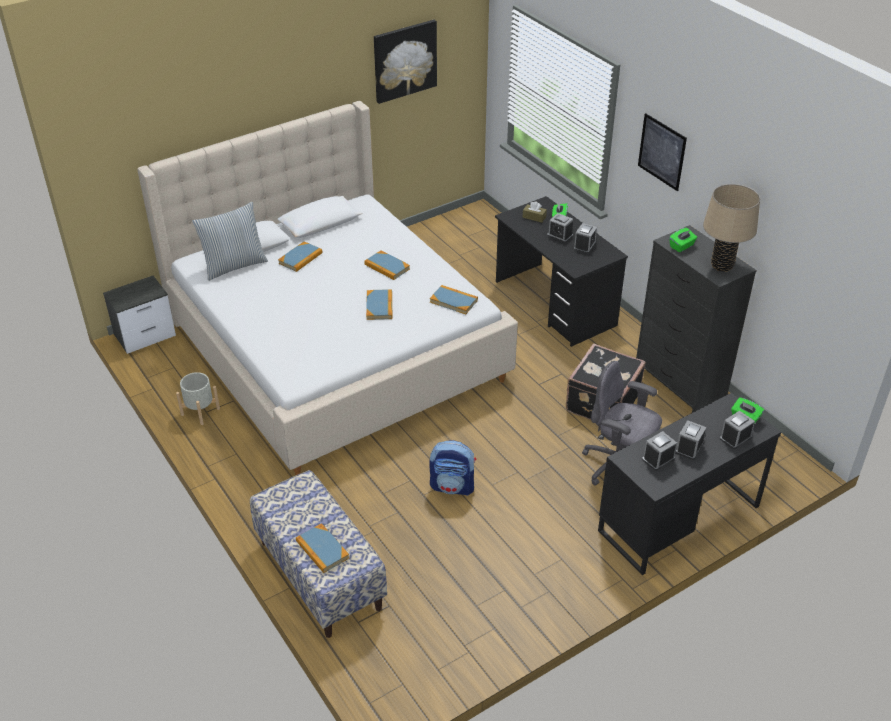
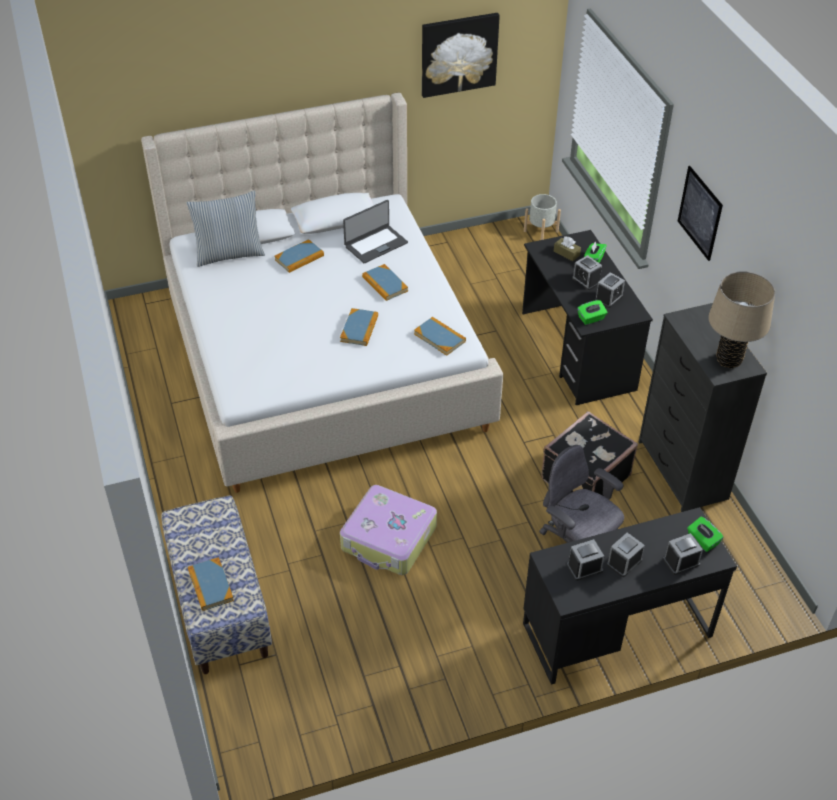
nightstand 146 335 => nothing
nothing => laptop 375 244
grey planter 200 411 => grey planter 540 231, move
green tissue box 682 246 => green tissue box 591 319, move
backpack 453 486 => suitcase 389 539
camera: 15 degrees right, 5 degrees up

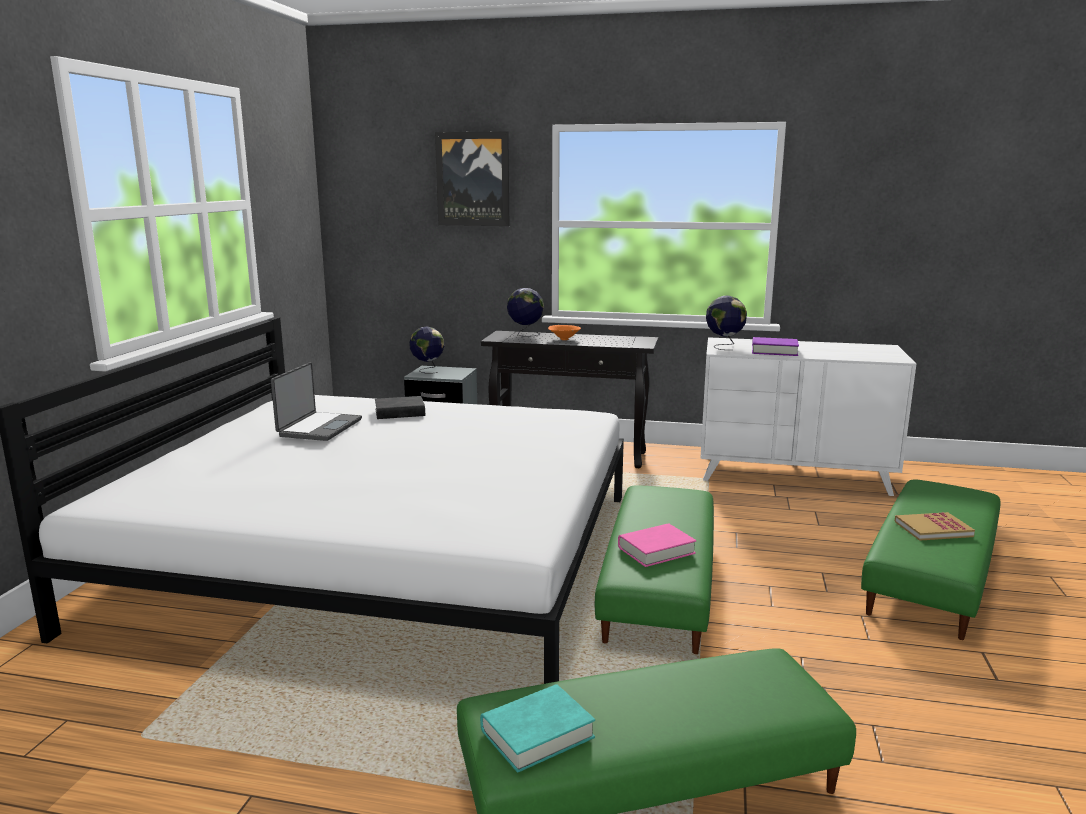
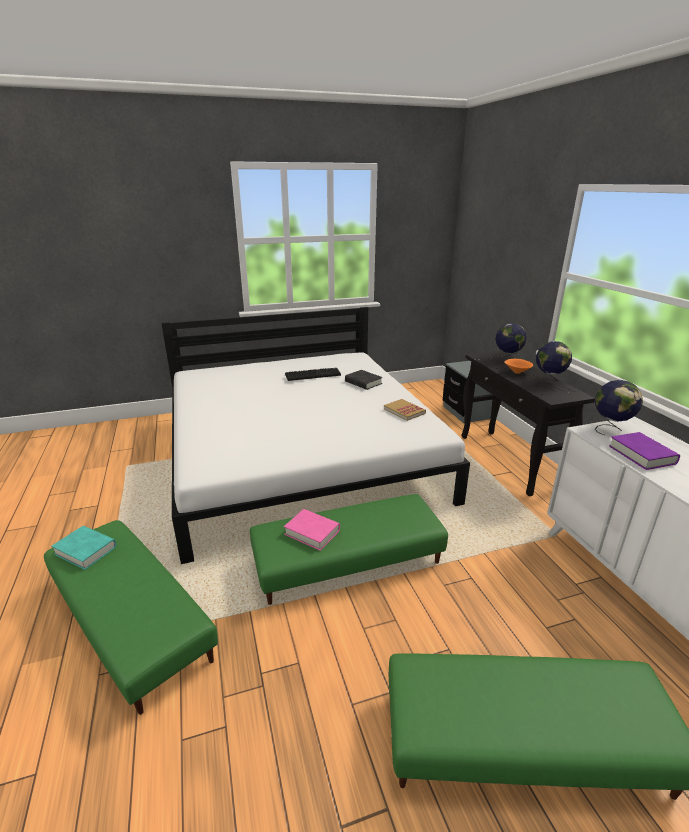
picture 473 179 => nothing
globe 427 370 => globe 548 381, move
book 933 529 => book 404 411, move
laptop 319 428 => keyboard 313 375
camera: 60 degrees right, 10 degrees up

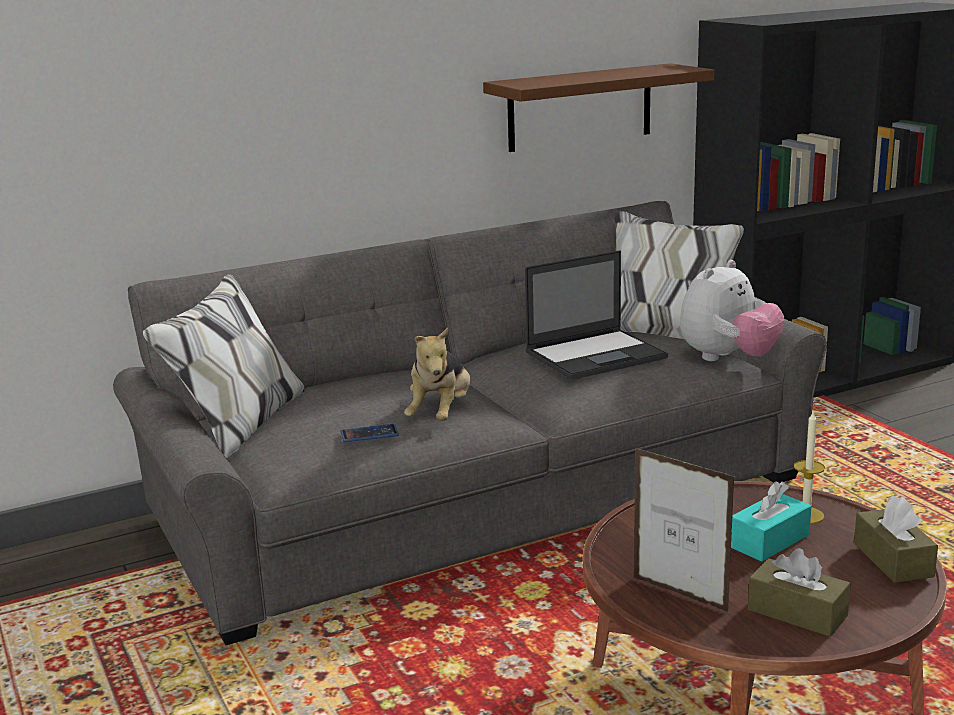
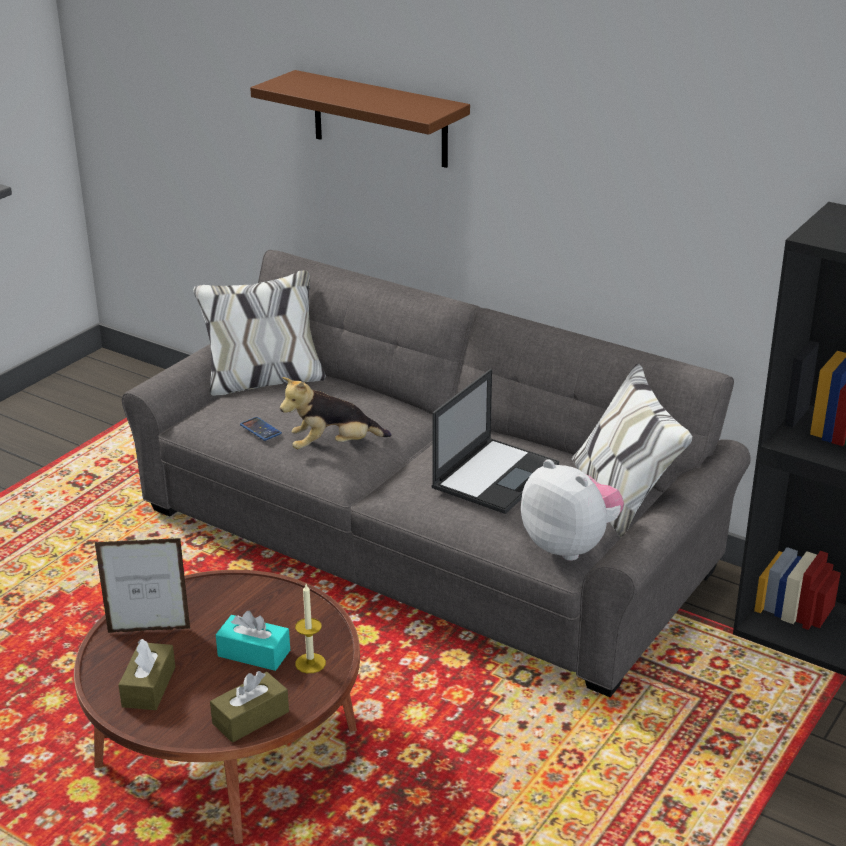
brown shelf 580 107 => brown shelf 380 119, move
laptop 597 355 => laptop 496 475, 90 degrees counterclockwise
picture frame 679 594 => picture frame 149 630, 105 degrees counterclockwise
plush toy 728 359 => plush toy 570 545, 150 degrees counterclockwise
camera: 60 degrees right, 10 degrees up

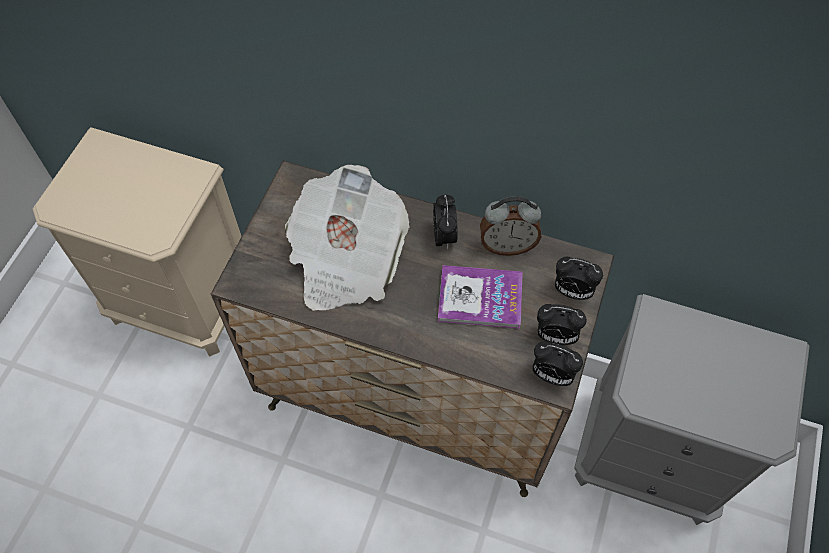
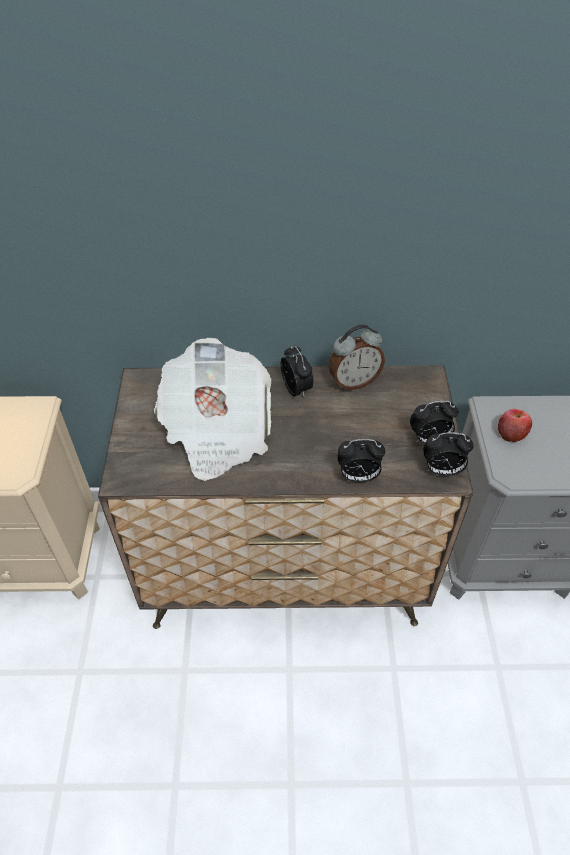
book 480 298 => nothing
nothing => apple 511 433
alarm clock 572 291 => alarm clock 358 476, move
camera: 20 degrees left, 10 degrees down

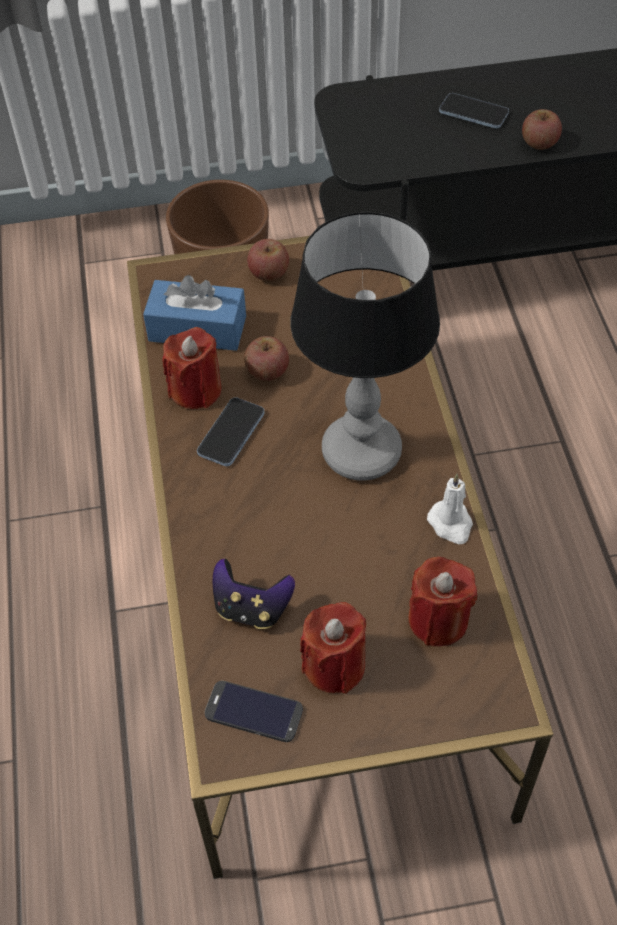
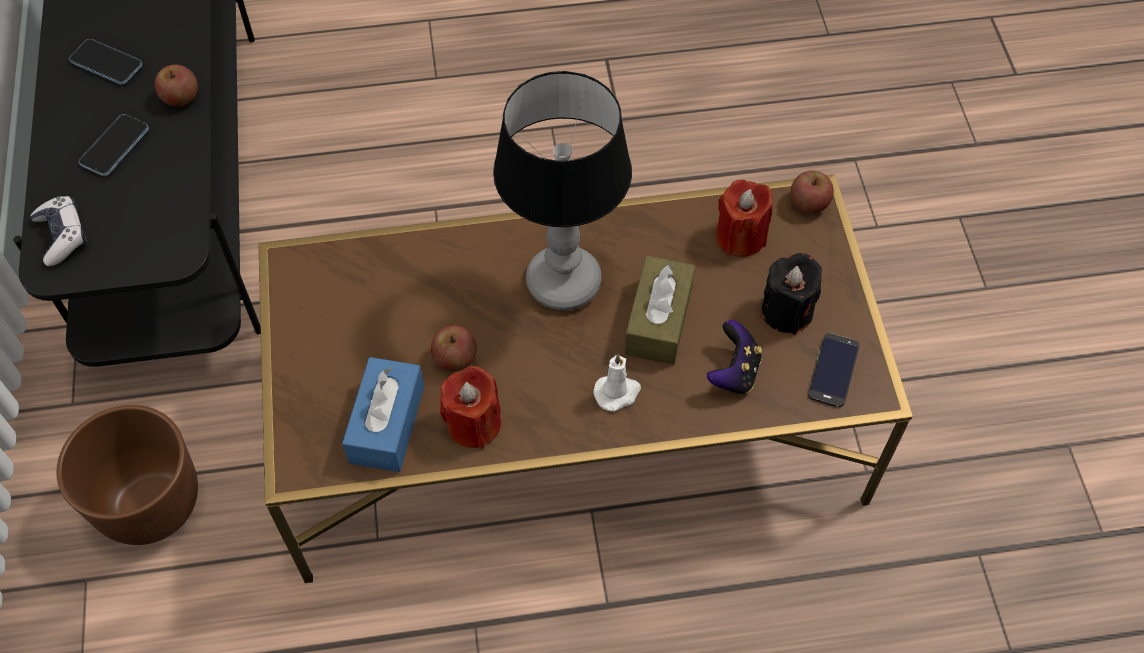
nothing => game controller 62 236
nothing => brown tissue box 658 320
phone 231 433 => phone 106 63, move
apple 269 273 => apple 809 203, move
white candle 451 524 => white candle 617 392, move
red candle 334 665 => black candle 787 311
camera: 90 degrees left, 5 degrees up

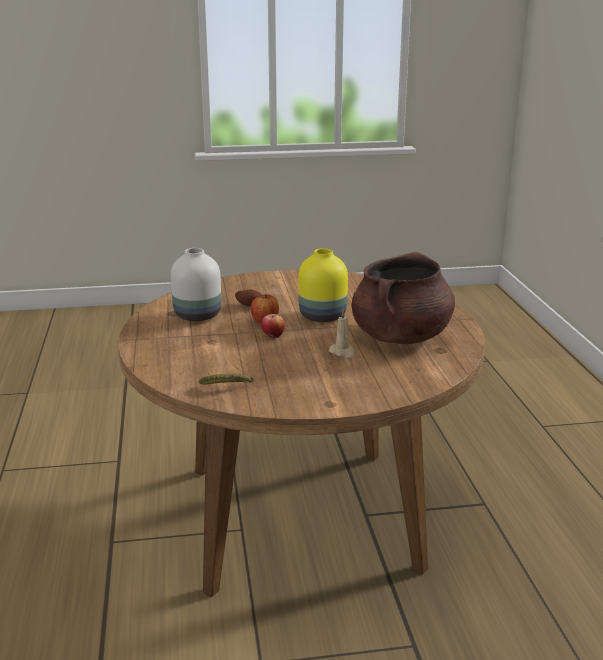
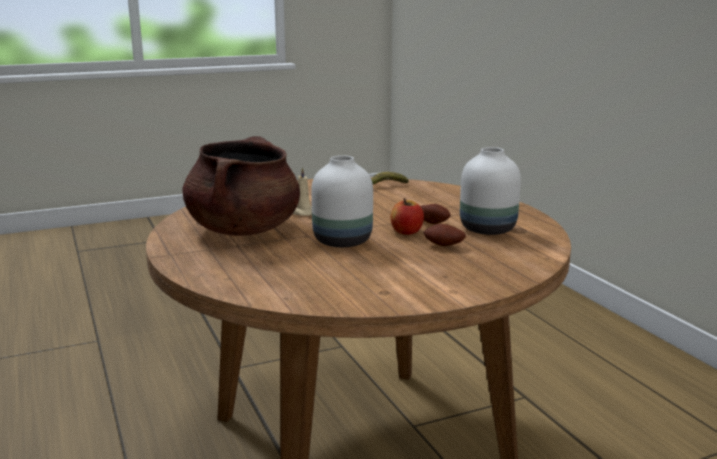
apple 273 337 => nothing
nothing => potato 433 223
yellow vase 323 317 => white vase 341 241
camera: 165 degrees right, 5 degrees down

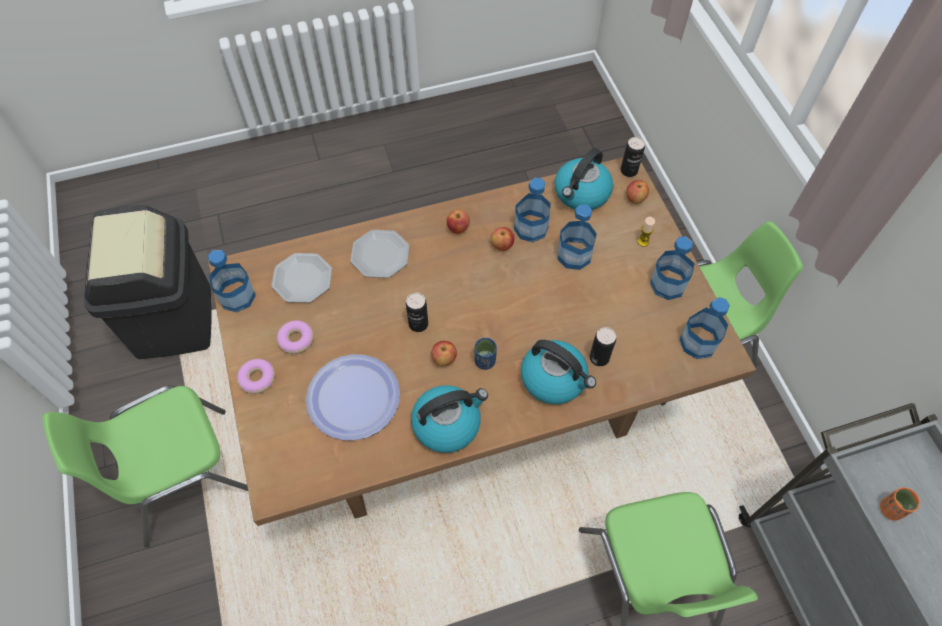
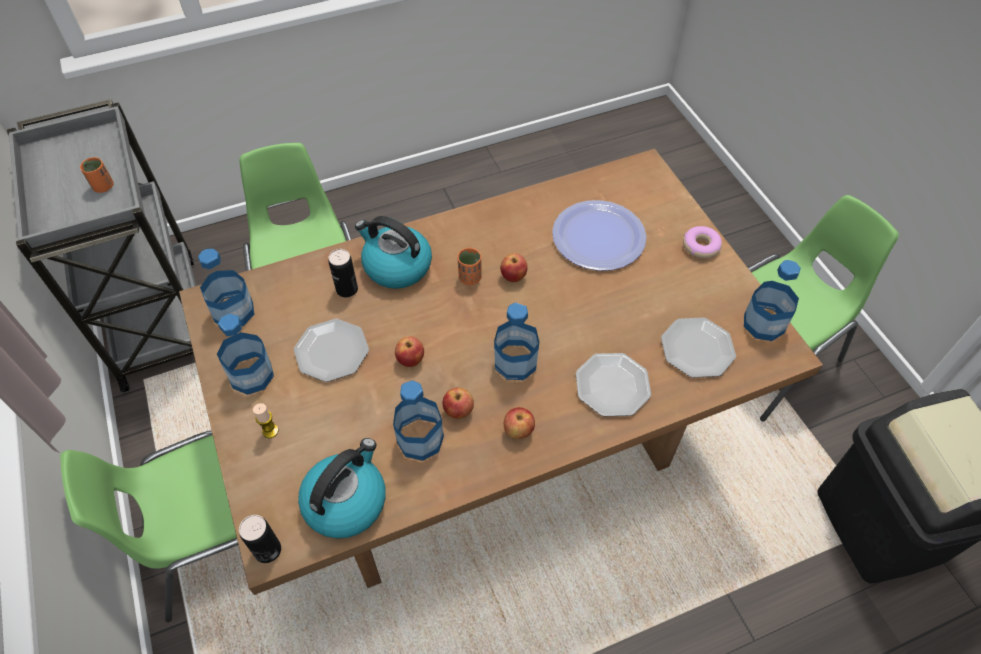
donut 296 340 => nothing
can 418 324 => nothing
kettle 447 423 => nothing
nothing => plate 332 352
bottle 574 255 => bottle 515 362, move
apple 635 199 => apple 411 360, move
blue cup 485 361 => orange cup 470 277
camera: 175 degrees right, 5 degrees down

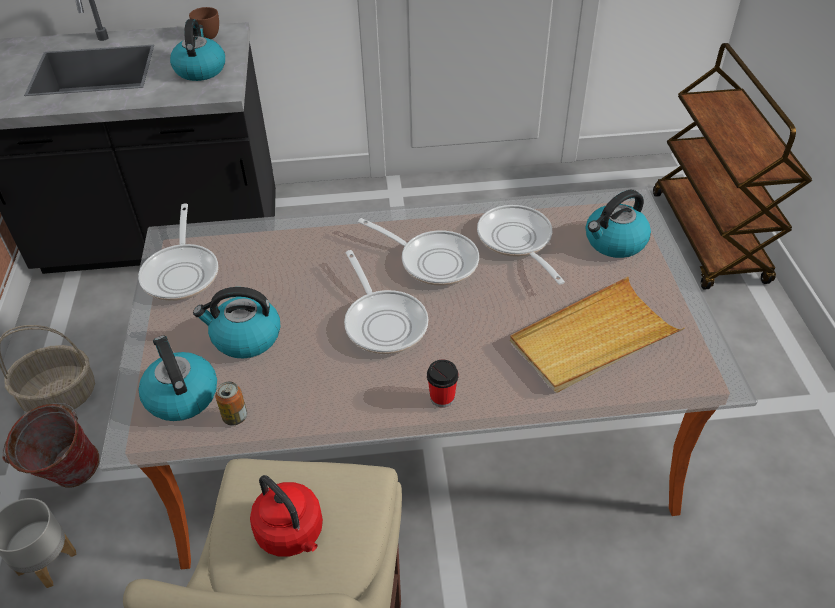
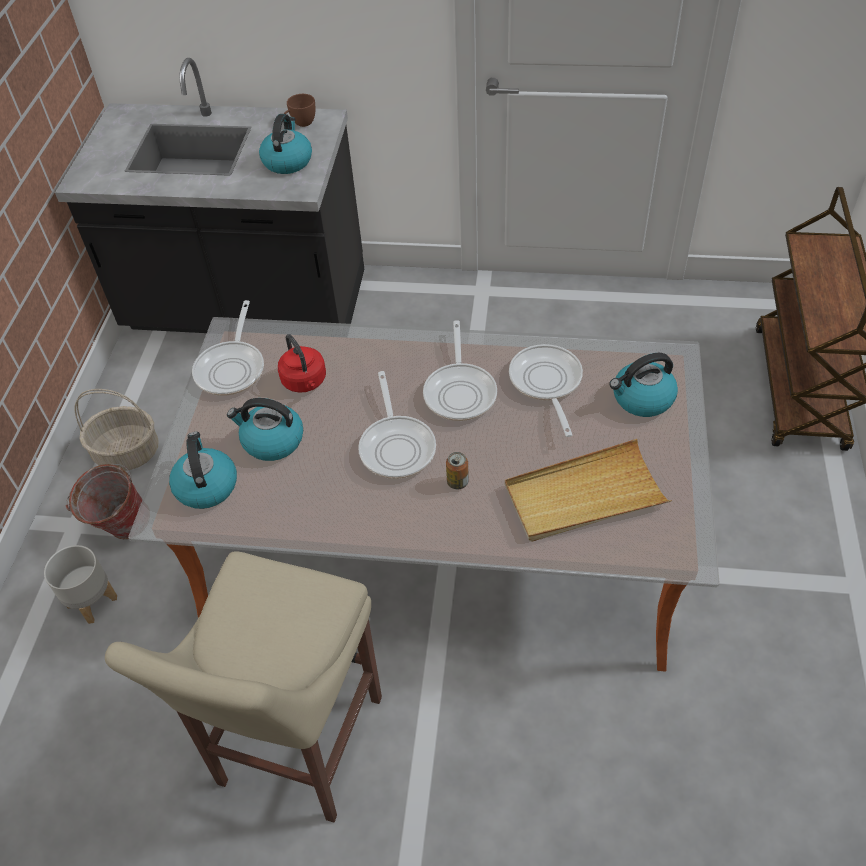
cup 442 398 => nothing
can 235 417 => can 457 482, move
red kettle 292 534 => red kettle 305 382, move
frying pan 433 261 => frying pan 460 391, 45 degrees clockwise
camera: 15 degrees right, 5 degrees up

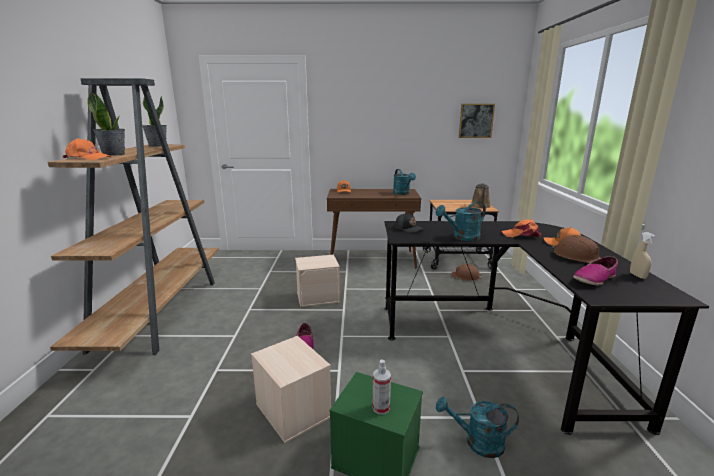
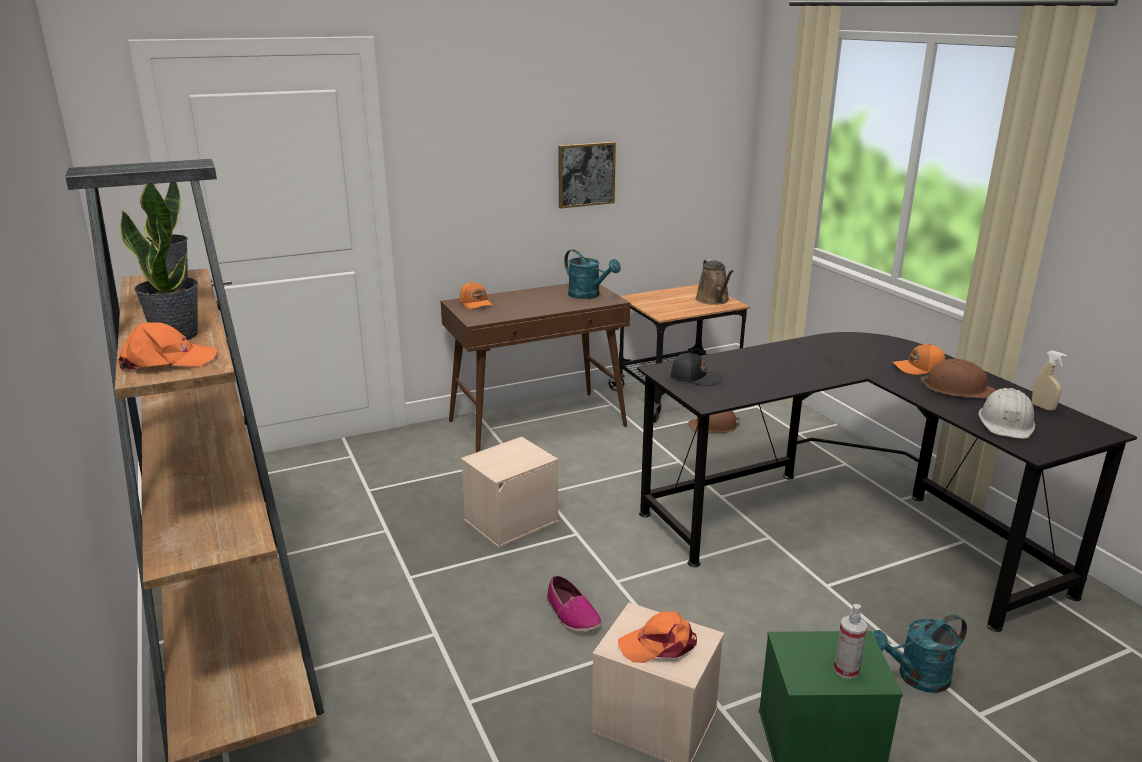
turquoise watering can 462 237 => nothing
picture 476 120 => picture 586 174, move
orange cap 522 235 => orange cap 659 644, move
shoe 594 279 => white hard hat 1006 423
camera: 25 degrees left, 5 degrees up

